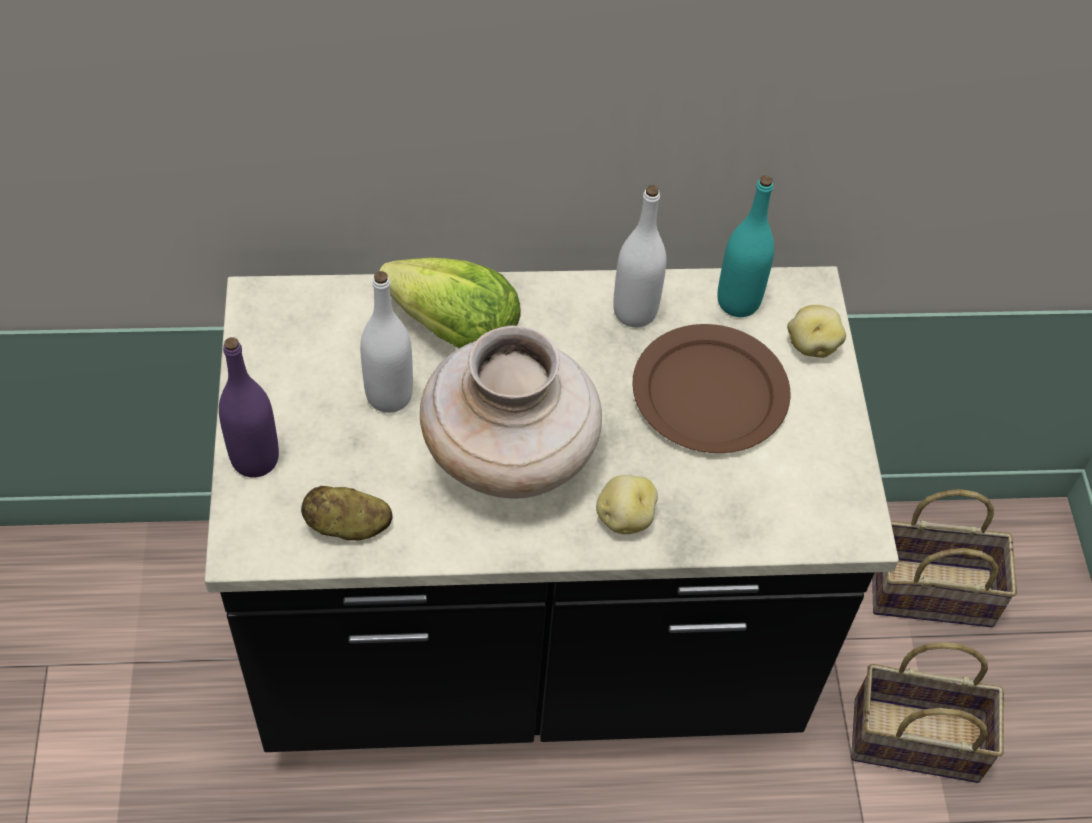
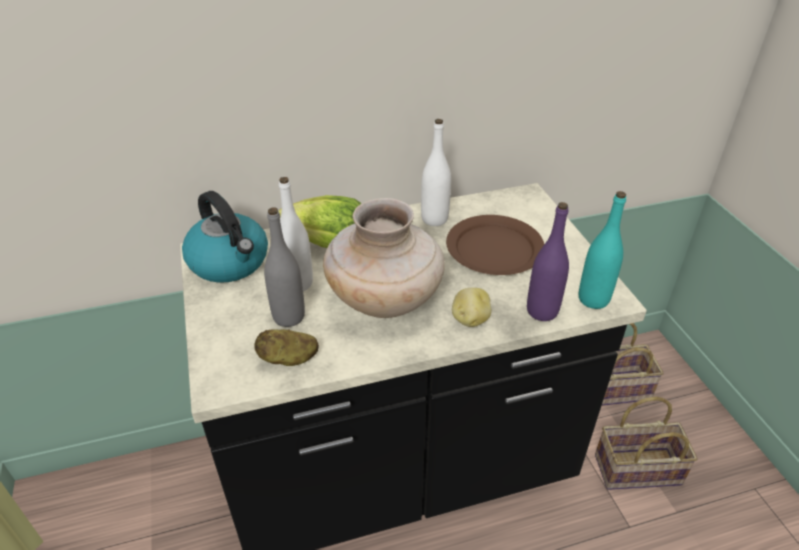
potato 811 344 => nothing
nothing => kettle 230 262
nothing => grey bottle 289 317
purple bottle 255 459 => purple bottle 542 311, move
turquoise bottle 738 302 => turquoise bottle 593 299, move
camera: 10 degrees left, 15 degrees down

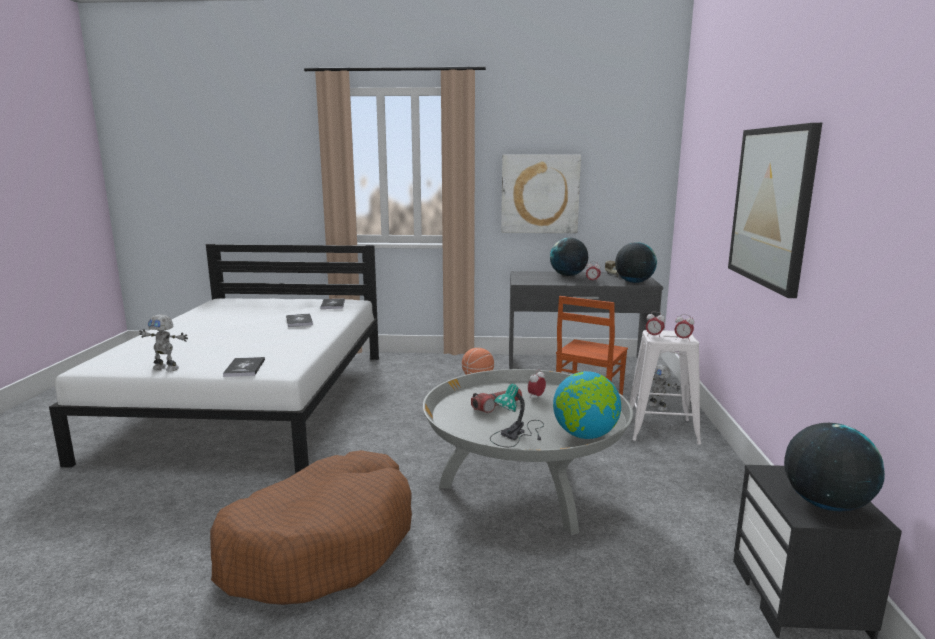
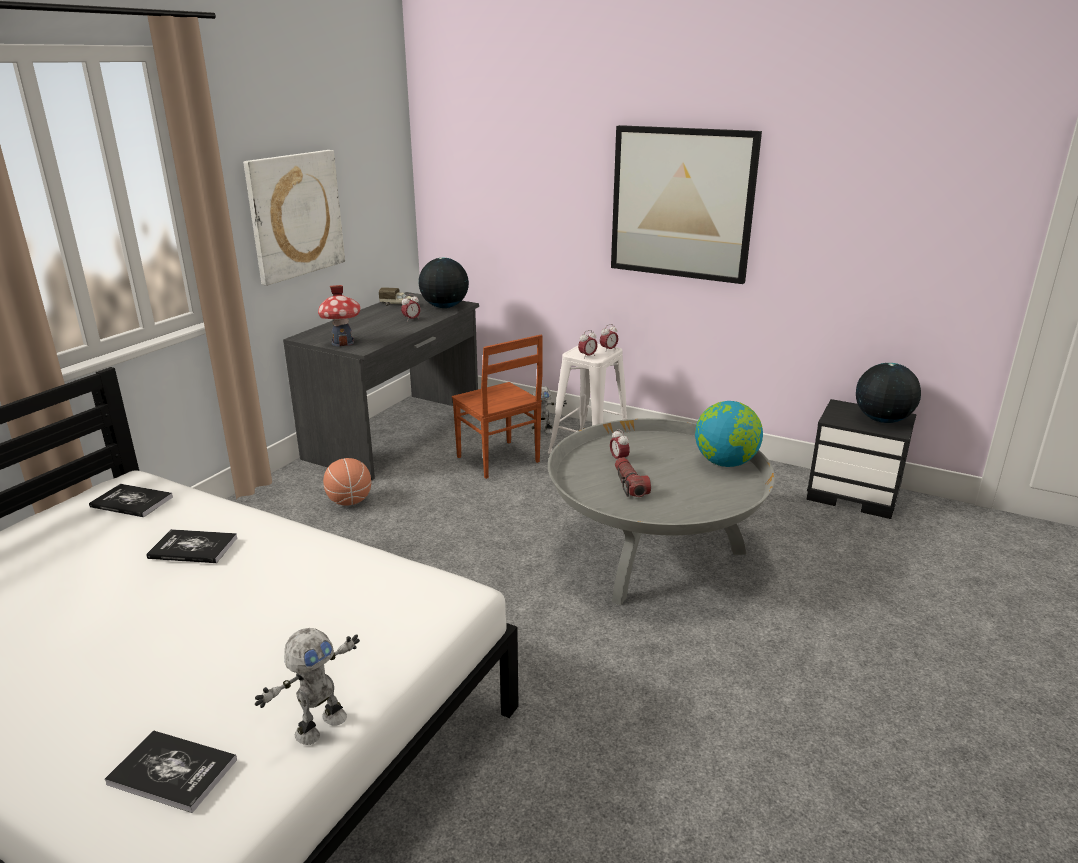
brown dog bed 320 545 => nothing
table lamp 519 434 => nothing
globe 568 275 => nothing
nothing => toy house 343 342
book 244 368 => book 172 772, move
camera: 65 degrees left, 10 degrees up

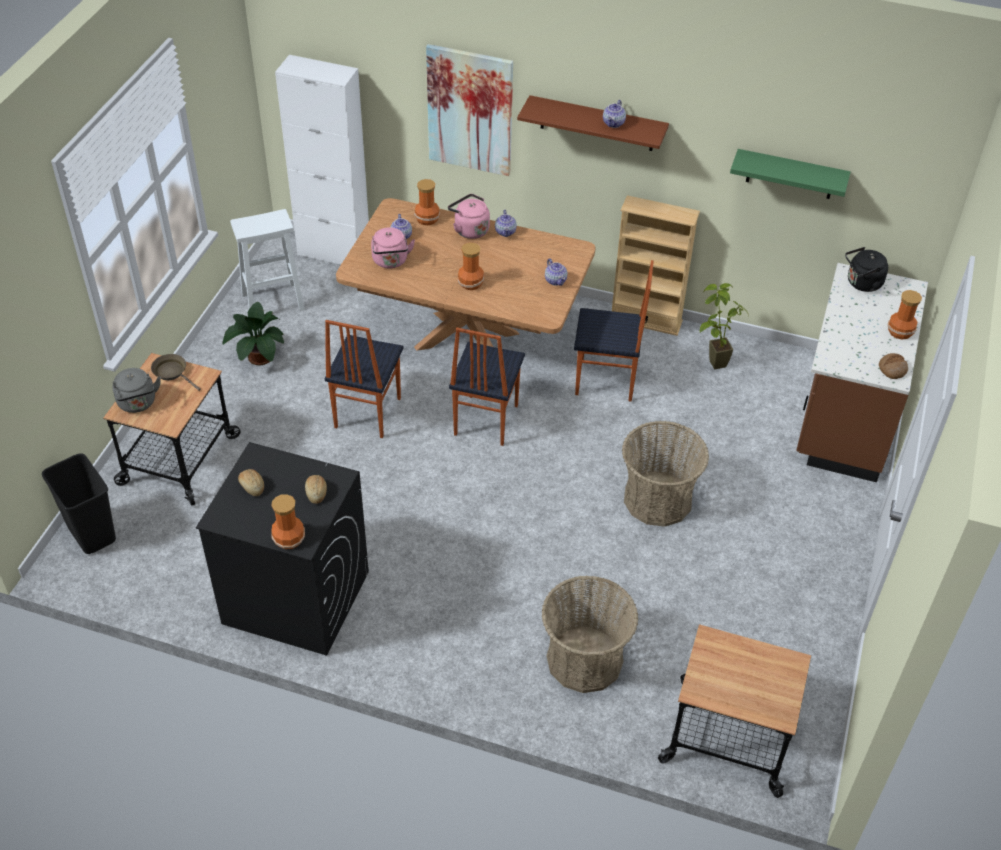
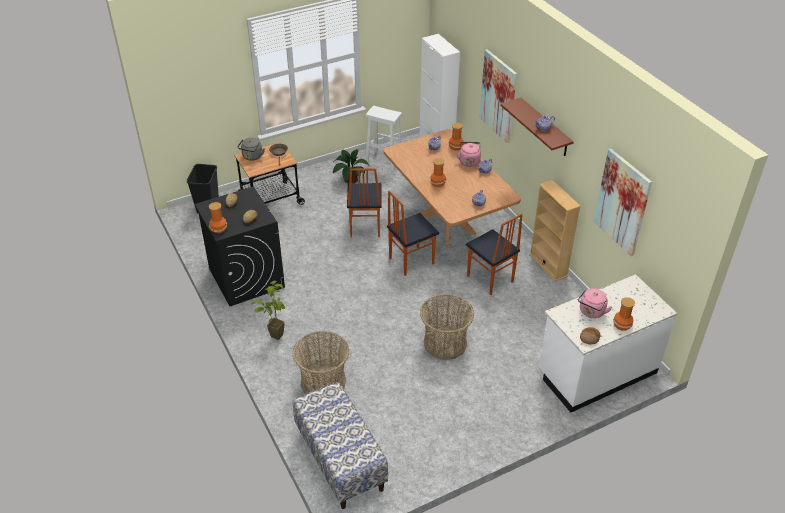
black kettle 862 284 => nothing
pink kettle 391 261 => pink kettle 591 312, move
potted plant 710 364 => potted plant 274 333, move
cart 728 739 => bench 340 460
green shelf 790 174 => picture 622 202
brown counter 844 416 => white counter 596 372
chair 366 413 => chair 364 227, 60 degrees counterclockwise
camera: 45 degrees right, 5 degrees down

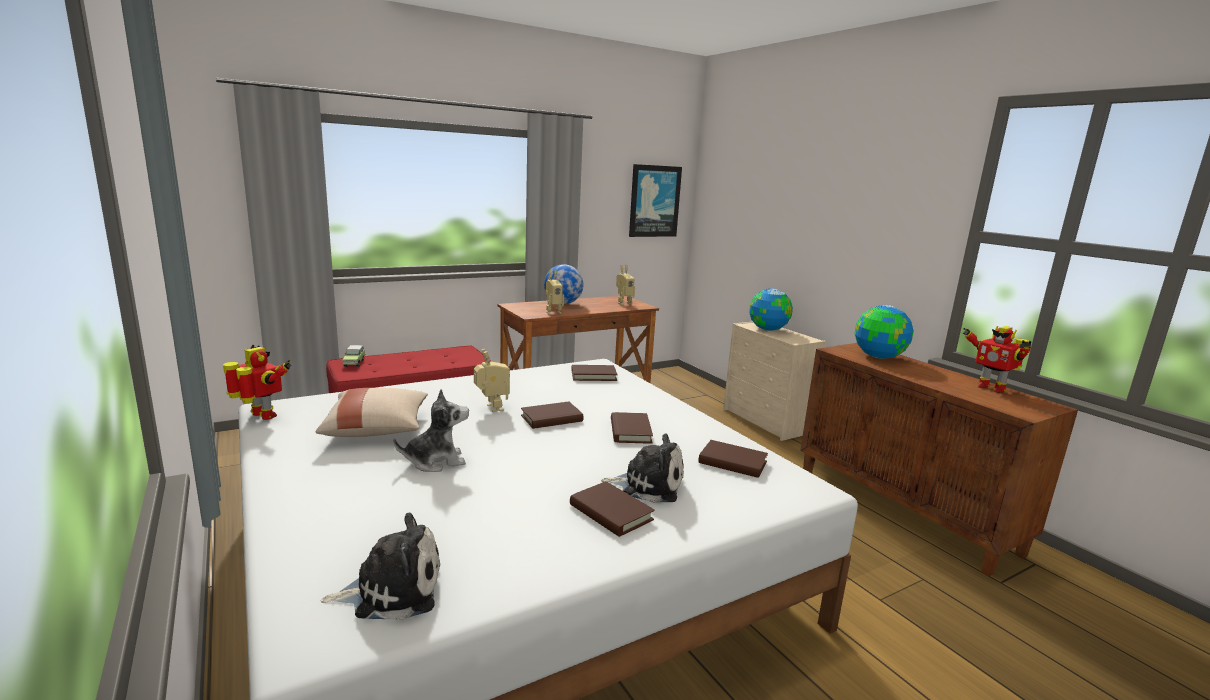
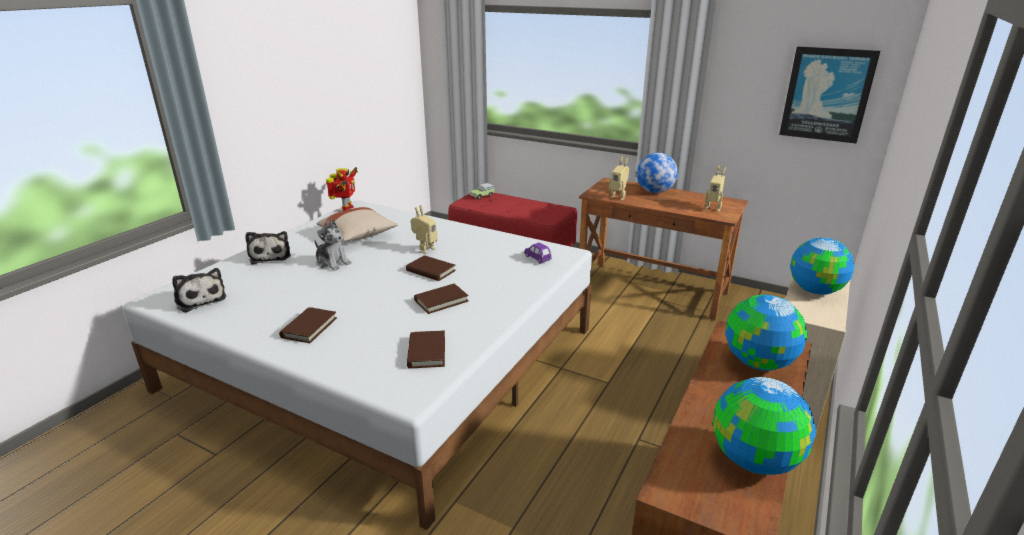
plush toy 648 485 => plush toy 270 256, move
brown book 593 375 => purple toy car 537 258
toy robot 990 388 => globe 754 460
camera: 60 degrees right, 10 degrees up

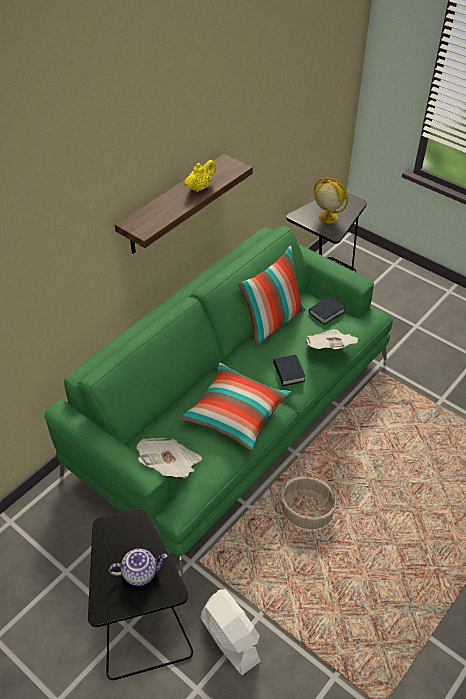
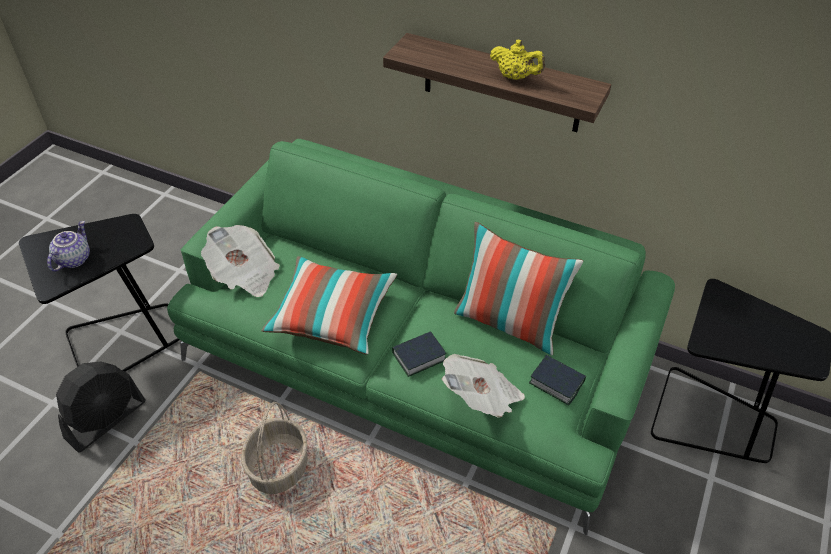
globe 327 217 => nothing
white fan 230 639 => black fan 106 419
teapot 140 572 => teapot 73 259, 135 degrees counterclockwise
camera: 75 degrees right, 0 degrees up

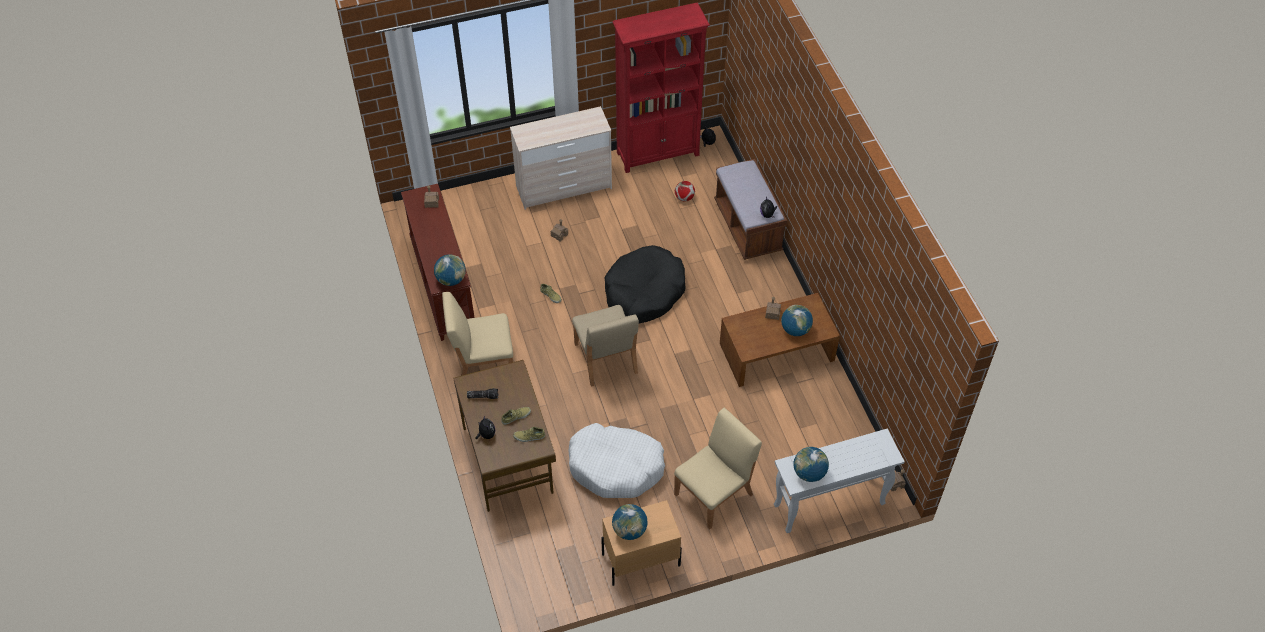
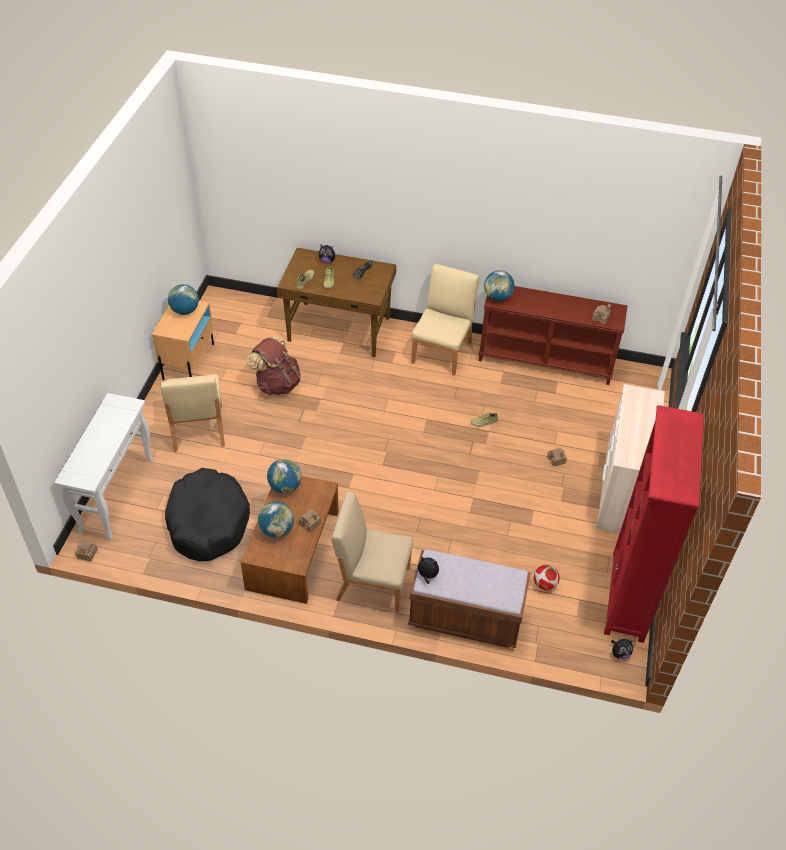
beige chair 605 359 => beige chair 372 583, move
black dog bed 644 292 => black dog bed 207 522, move
globe 809 473 => globe 285 487, move
white dog bed 616 467 => brown backpack 277 384
camera: 120 degrees right, 5 degrees down

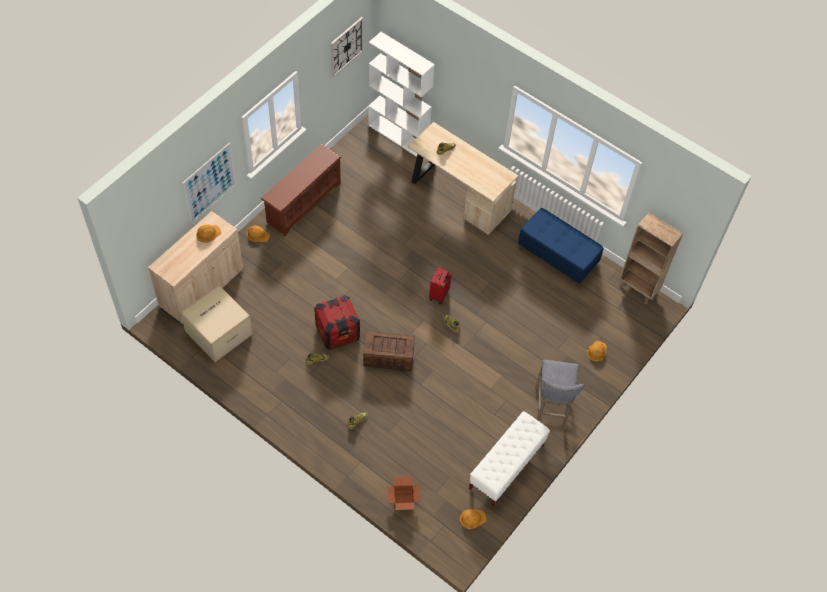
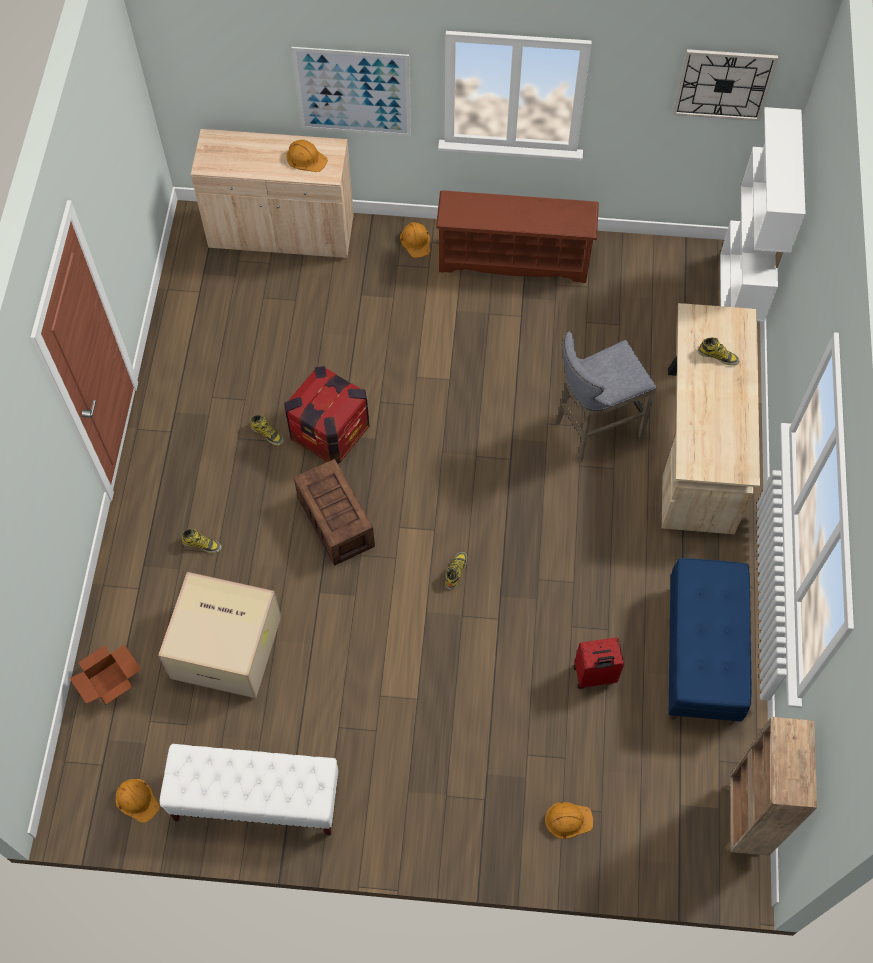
cardboard box 219 331 => cardboard box 228 646, move
red suitcase 439 295 => red suitcase 594 676, move
grey stool 550 410 => grey stool 594 430, move
camera: 60 degrees right, 5 degrees up

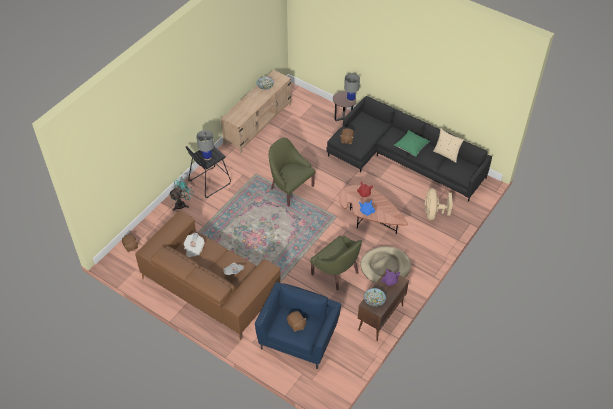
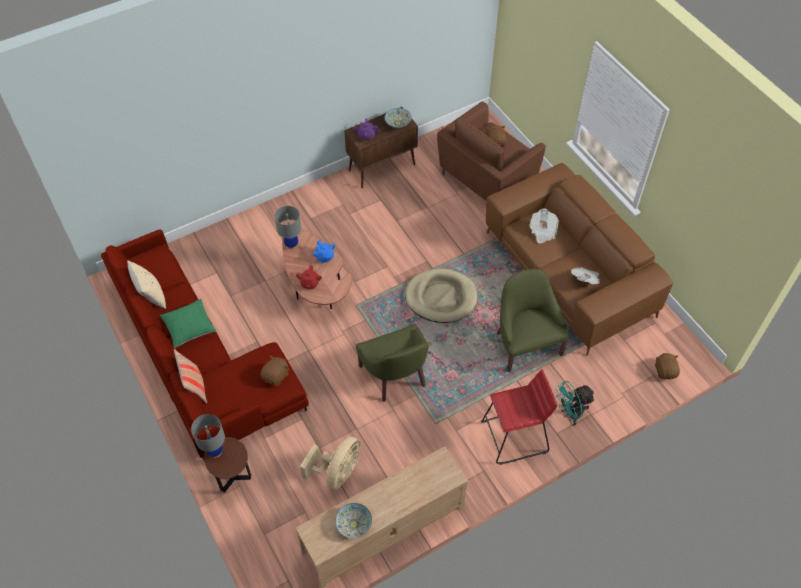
nothing => pillow 195 386
grey table lamp 207 157 => grey table lamp 291 244, move
green armchair 337 272 => green armchair 525 344, move
beige dog bed 385 267 => beige dog bed 441 297, move
beige fan 433 213 => beige fan 337 472, move
black stool 209 182 => red stool 514 437
blue armchair 299 338 => brown armchair 486 180
black sofa 403 159 => red sofa 200 358
camera: 155 degrees left, 5 degrees up

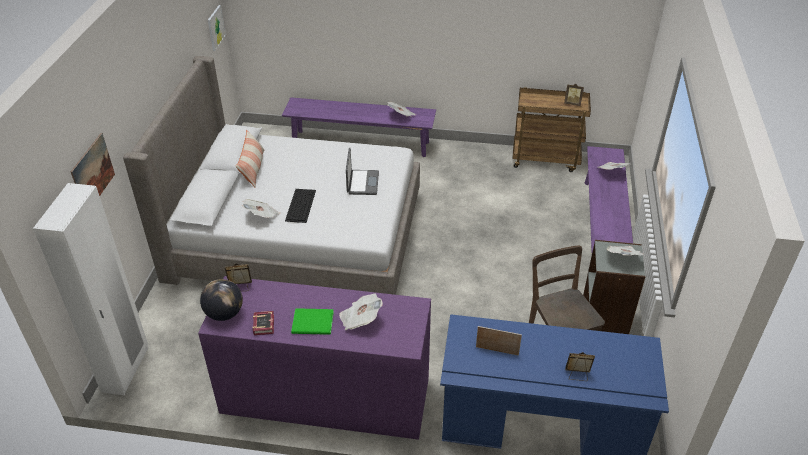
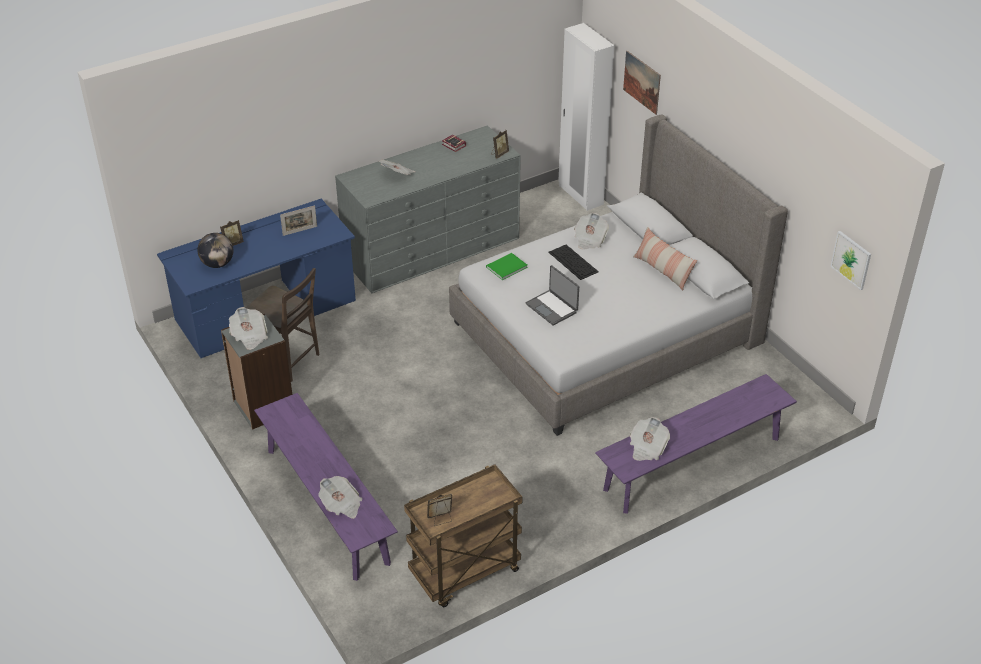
globe 224 313 => globe 217 264, move
green book 314 323 => green book 505 267, move
purple dresser 325 395 => grey dresser 432 249
camera: 140 degrees right, 0 degrees up

